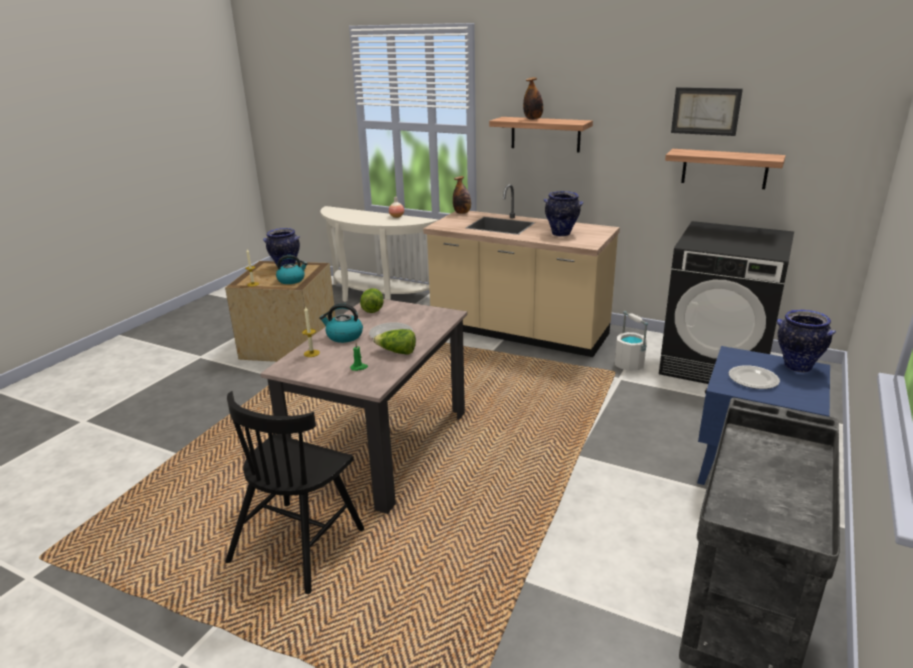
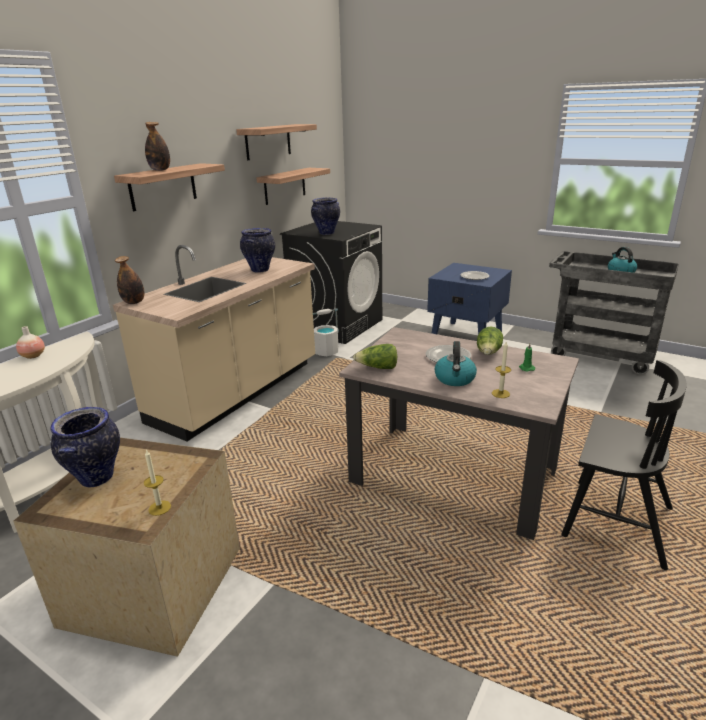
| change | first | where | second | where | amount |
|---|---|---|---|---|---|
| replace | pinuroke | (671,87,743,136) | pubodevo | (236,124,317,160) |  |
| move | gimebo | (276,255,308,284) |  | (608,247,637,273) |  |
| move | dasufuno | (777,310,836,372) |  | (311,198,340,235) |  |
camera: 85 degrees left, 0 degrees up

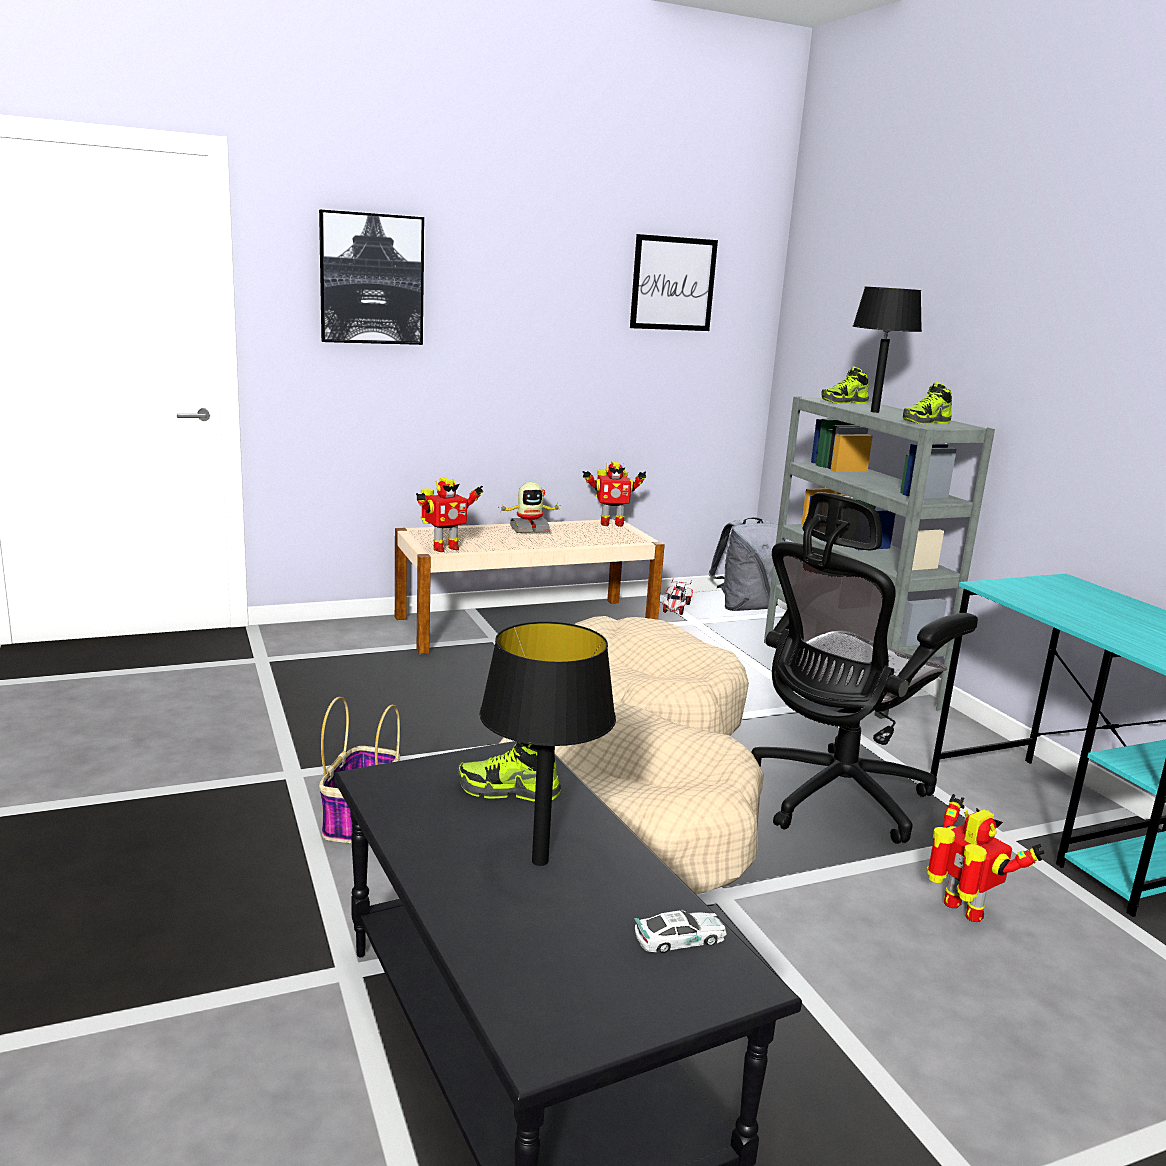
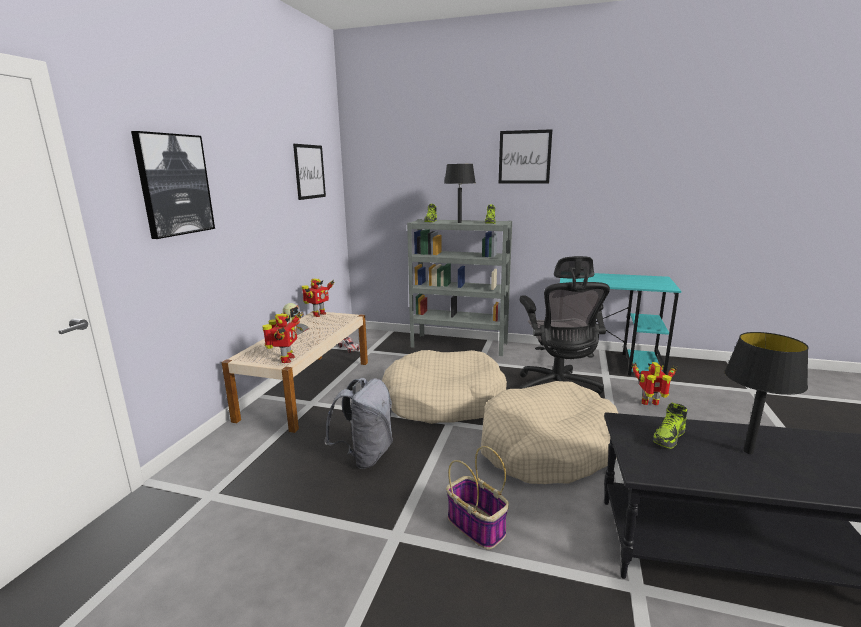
| change | first | where | second | where | amount |
|---|---|---|---|---|---|
| move | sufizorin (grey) | (708,517,785,611) |  | (324,378,393,469) |  |
| delete | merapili | (634,910,727,953) |  |  |  |
| insert |  |  | pinuroke | (499,129,552,184) |  |
camera: 50 degrees left, 0 degrees up

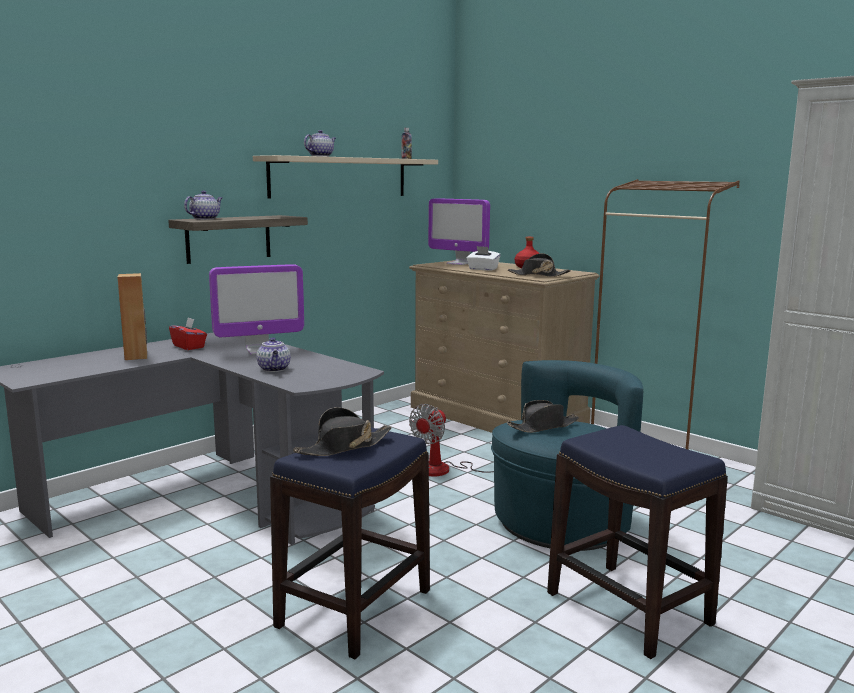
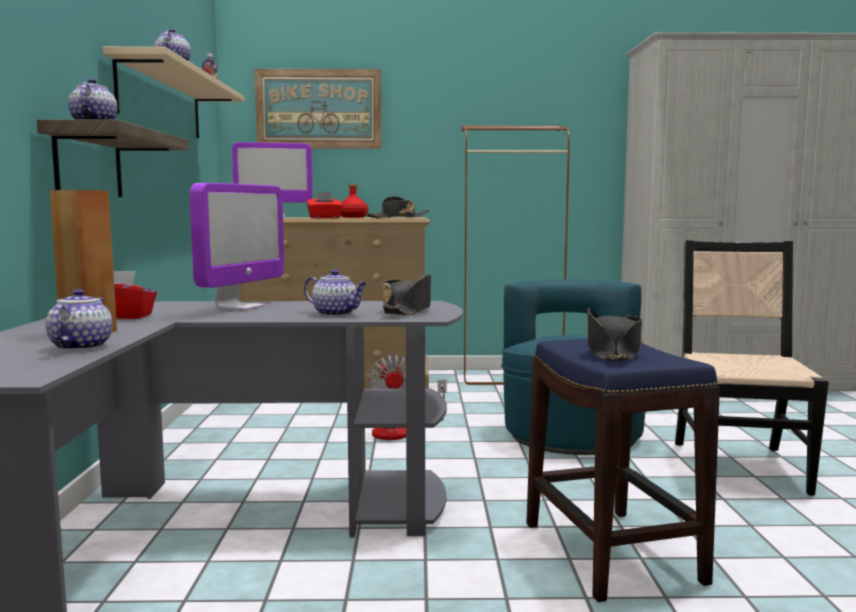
| change | first | where | second | where | amount |
|---|---|---|---|---|---|
| recolor | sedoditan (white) | (467,246,500,271) | sedoditan (red) | (307,192,343,219) |  |
| move | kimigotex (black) | (507,400,579,433) |  | (383,275,431,315) |  |
| replace | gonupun | (547,425,728,659) | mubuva | (675,240,829,496) |  |
| insert |  |  | pinuroke | (254,69,382,149) |  |
| insert |  |  | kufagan | (46,289,112,351) |  |
camera: 45 degrees left, 5 degrees down

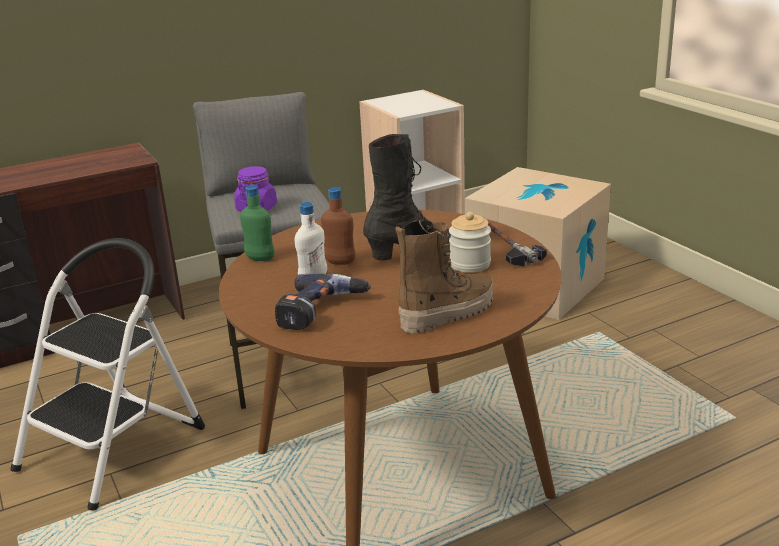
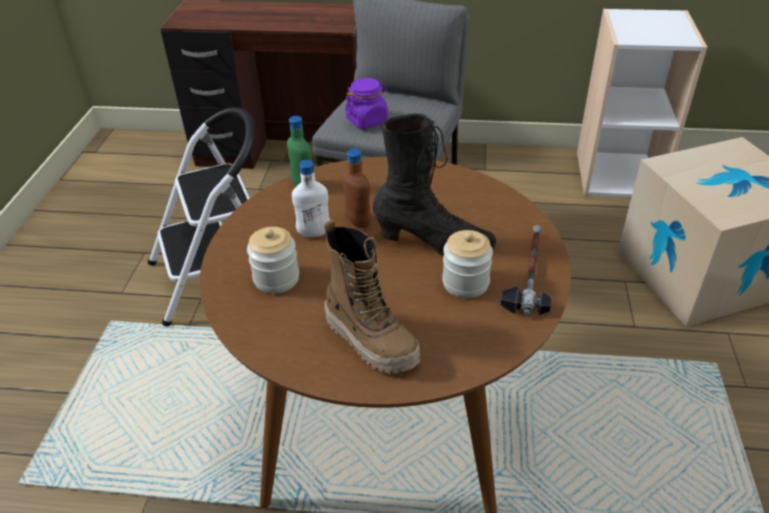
| change | first | where | second | where | amount |
|---|---|---|---|---|---|
| rotate | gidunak | (395,220,493,333) |  | (324,219,420,374) | 45 degrees clockwise |
| replace | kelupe | (275,274,371,330) | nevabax | (247,227,299,294) |  |
camera: 35 degrees right, 15 degrees up

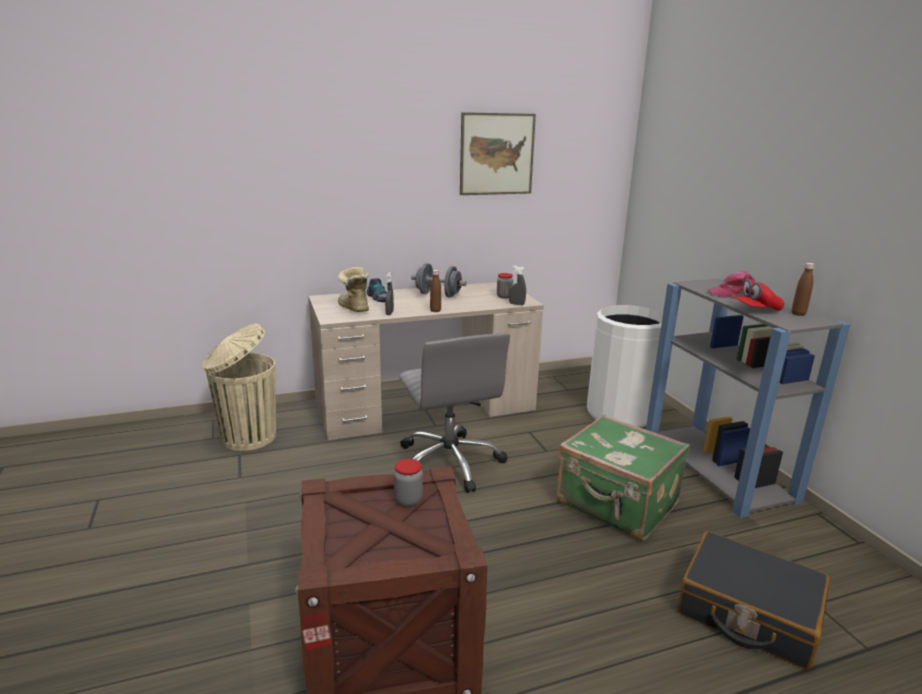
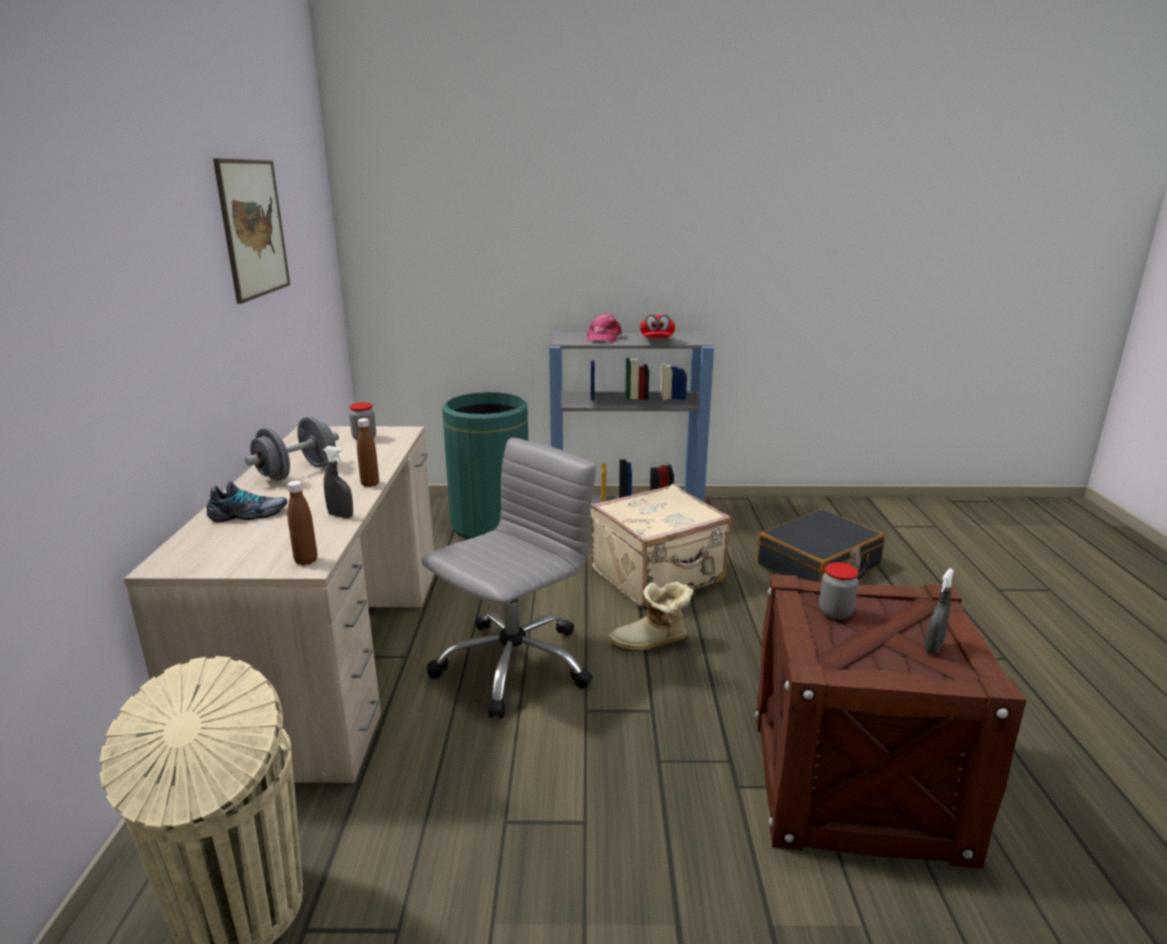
| change | first | where | second | where | amount |
|---|---|---|---|---|---|
| move | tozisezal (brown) | (792,263,815,316) |  | (287,481,317,565) |  |
| move | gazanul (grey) | (509,266,526,305) |  | (924,568,954,654) |  |
| move | gidunak | (338,267,369,312) |  | (609,581,694,651) |  |
| recolor | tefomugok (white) | (587,305,663,427) | tefomugok (green) | (442,392,528,539) |  |
| rotate | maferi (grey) | (399,333,510,493) |  | (421,438,596,718) | 45 degrees counterclockwise |
| recolor | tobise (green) | (557,414,690,541) | tobise (beige) | (591,484,731,606) |  |
camera: 70 degrees left, 0 degrees up

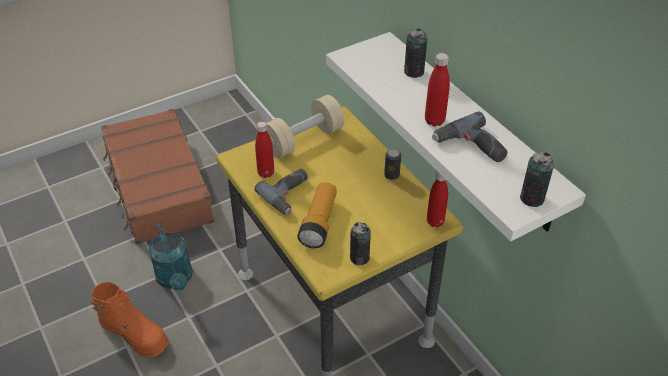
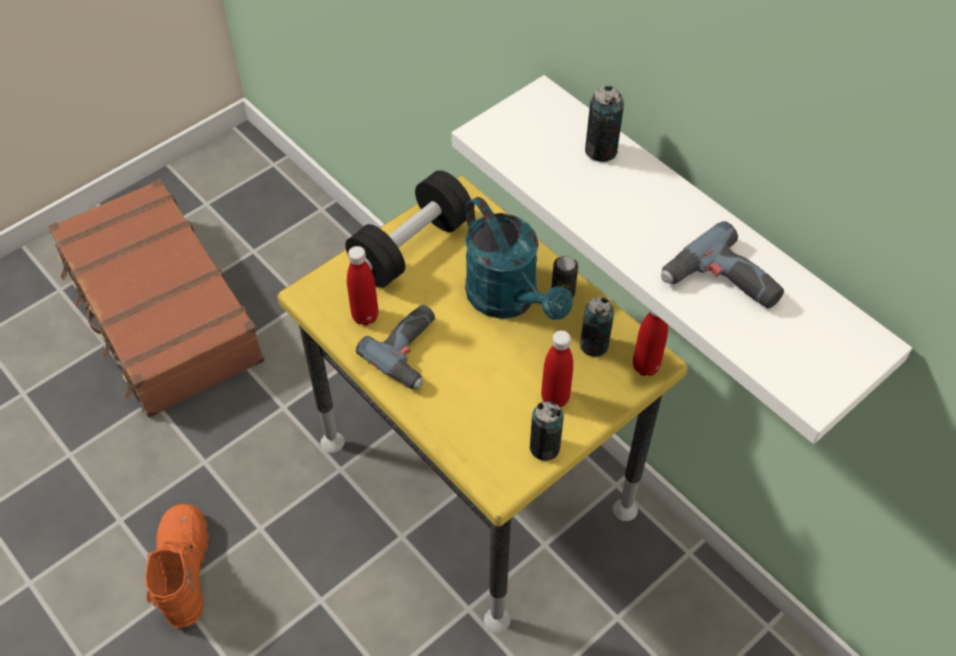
| change | first | where | second | where | amount |
|---|---|---|---|---|---|
| move | tozisezal (red) | (425,53,450,126) |  | (541,330,573,407) |  |
| recolor | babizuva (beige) | (267,95,345,158) | babizuva (black) | (345,170,471,288) |  |
| move | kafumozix | (520,152,554,207) |  | (580,297,614,357) |  |
| delete | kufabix | (297,182,336,248) |  |  |  |
| move | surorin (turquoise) | (148,223,193,291) |  | (465,197,573,320) |  |
| rotate | gidunak (orange) | (91,282,169,358) |  | (145,504,209,628) | 120 degrees counterclockwise |
camera: 10 degrees left, 10 degrees up

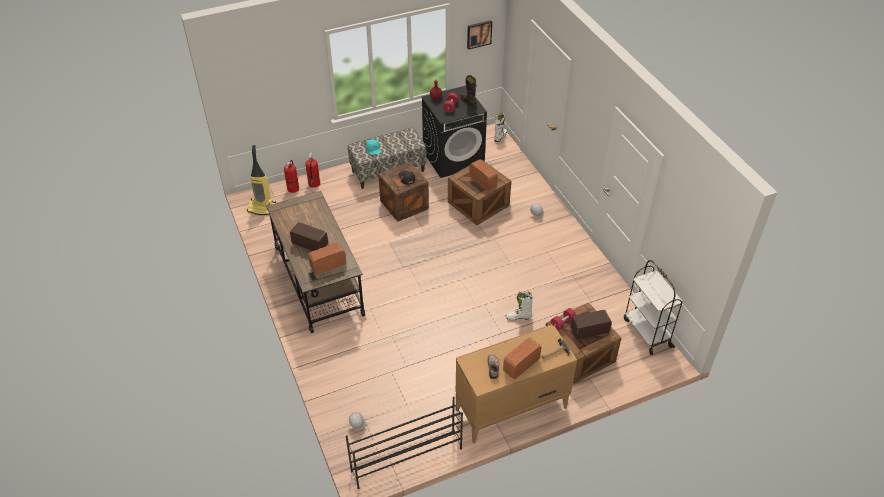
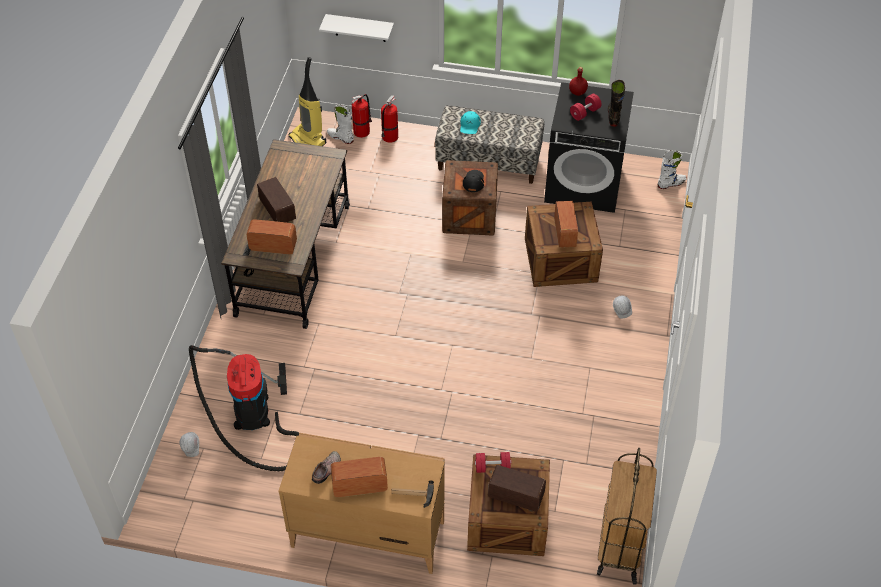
| change | first | where | second | where | amount |
|---|---|---|---|---|---|
| delete | pinuroke | (467,20,492,50) |  |  |  |
| recolor | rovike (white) | (624,260,683,355) | rovike (brown) | (597,448,657,584) |  |
| move | gidunak (white) | (506,291,533,321) |  | (327,104,354,144) |  |
| delete | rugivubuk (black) | (346,397,463,489) |  |  |  |
| insert |  |  | pubodevo (white) | (319,14,394,42) |  |
| insert |  |  | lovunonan | (189,345,299,471) |  |
camera: 35 degrees right, 5 degrees up

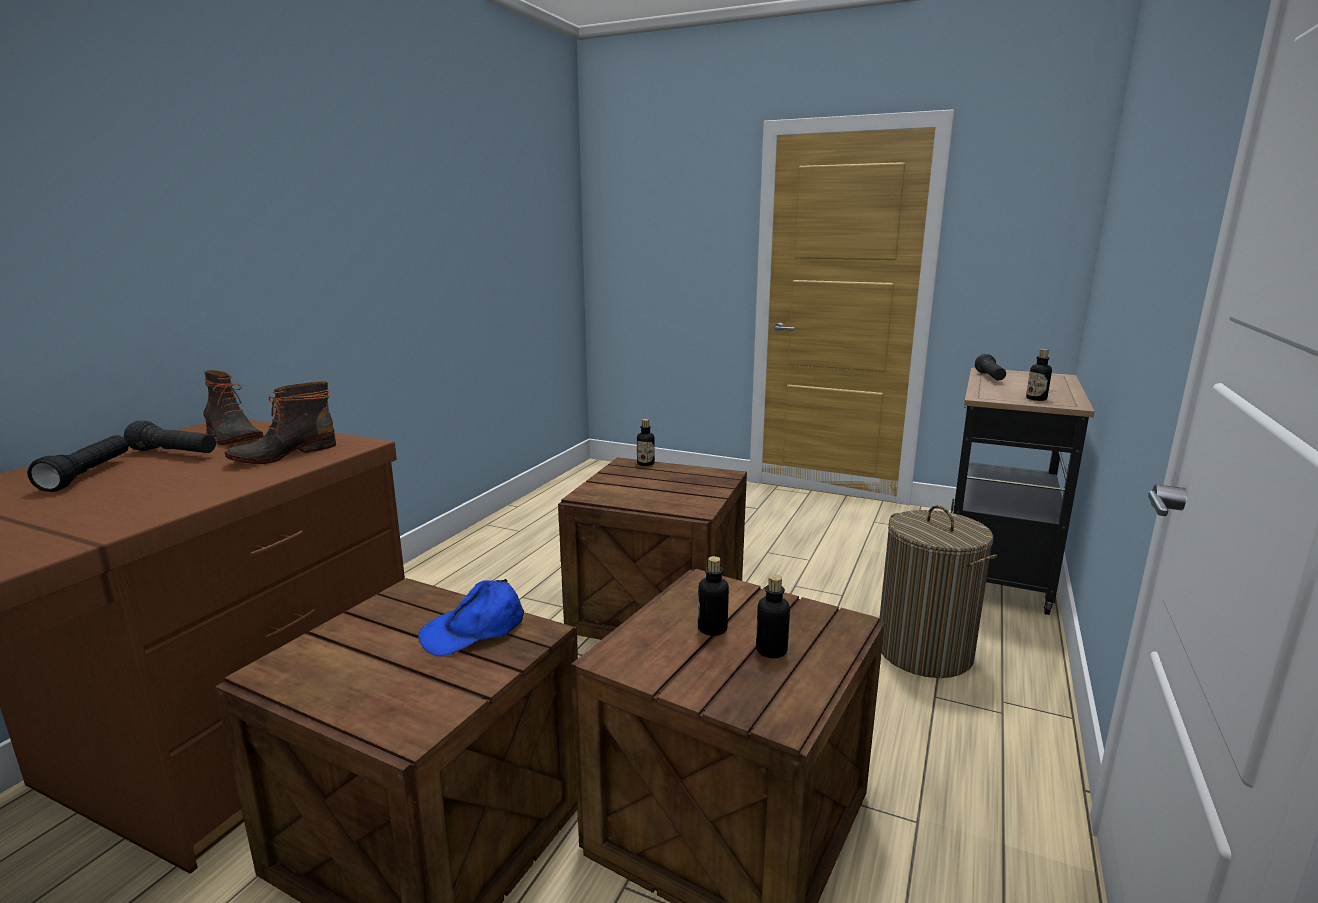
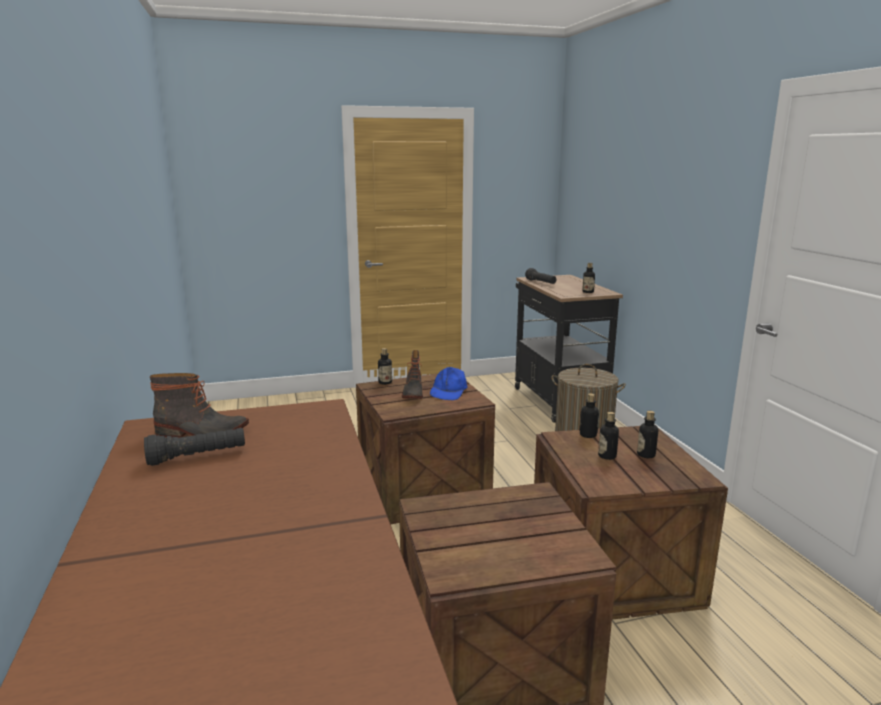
| change | first | where | second | where | amount |
|---|---|---|---|---|---|
| move | gidunak | (225,381,336,464) |  | (402,350,423,399) |  |
| delete | kufabix (black) | (27,435,129,492) |  |  |  |
| move | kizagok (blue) | (418,579,524,657) |  | (430,367,468,400) |  |
| insert |  |  | tozisezal | (580,393,599,438) |  |
camera: 40 degrees left, 0 degrees up

